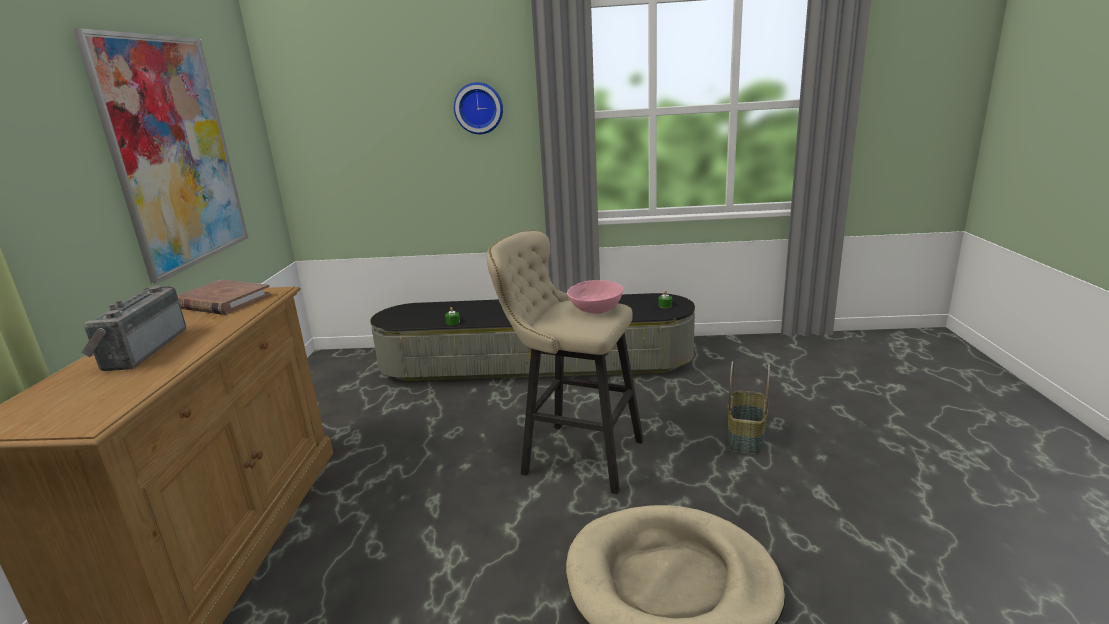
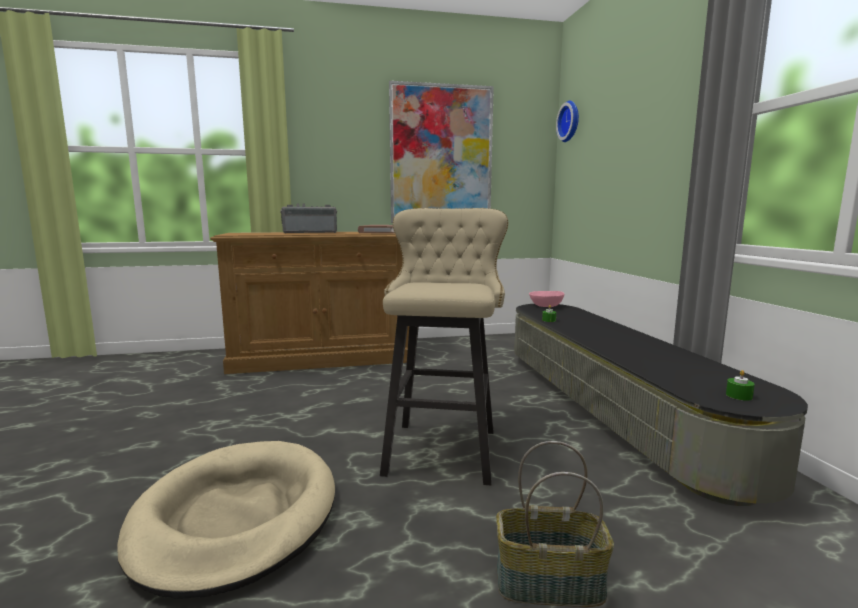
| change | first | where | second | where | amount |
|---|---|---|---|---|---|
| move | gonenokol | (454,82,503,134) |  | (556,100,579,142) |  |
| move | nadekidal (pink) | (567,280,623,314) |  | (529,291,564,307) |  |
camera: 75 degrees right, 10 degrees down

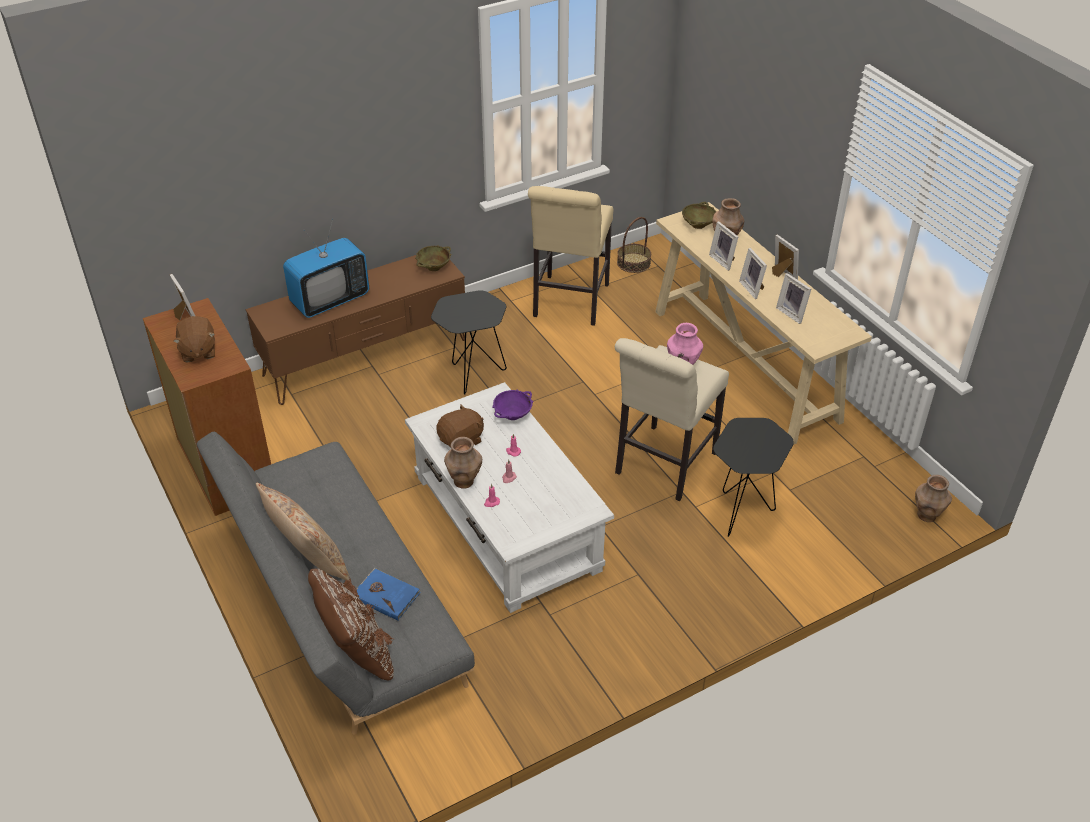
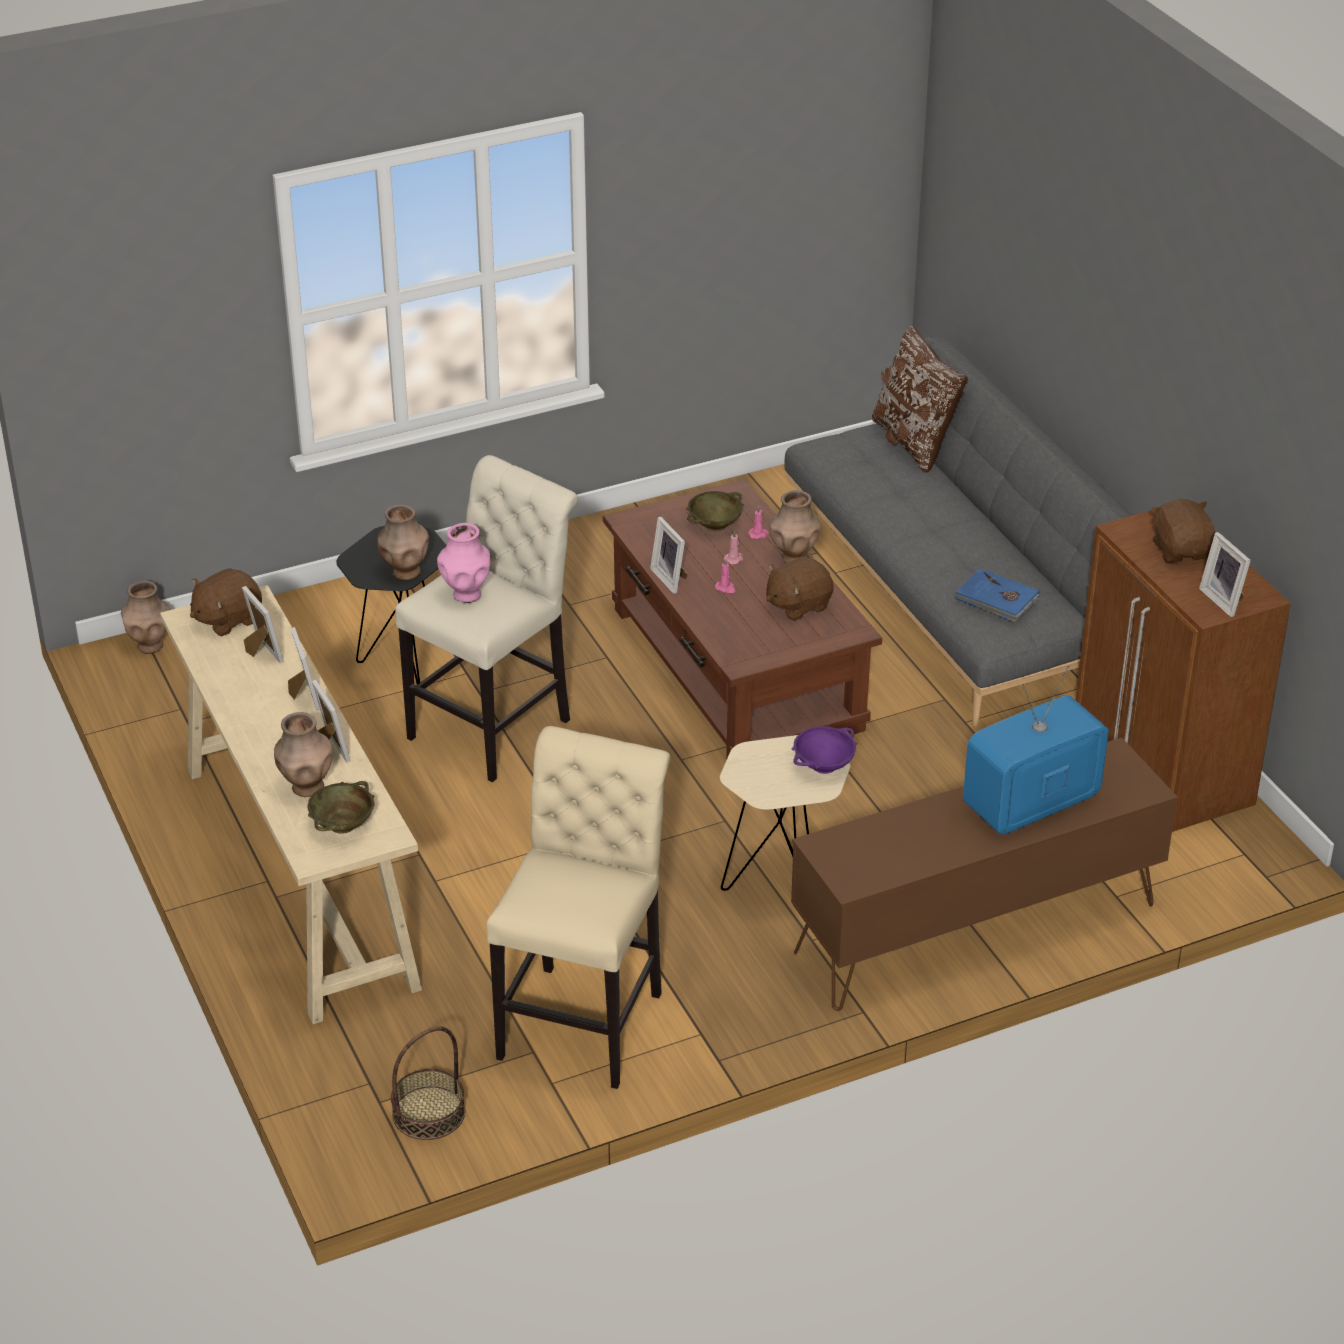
| change | first | where | second | where | amount |
|---|---|---|---|---|---|
| move | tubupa | (772,235,799,280) |  | (650,517,687,594) |  |
| move | nadekidal (beige) | (415,245,452,271) |  | (686,491,744,531) |  |
| recolor | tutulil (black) | (431,291,507,394) | tutulil (beige) | (720,735,851,891) |  |
| recolor | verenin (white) | (405,382,614,613) | verenin (brown) | (603,479,882,760) |  |
| move | nadekidal (purple) | (492,390,534,420) |  | (791,726,857,774) |  |
| delete | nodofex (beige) | (256,483,351,582) |  |  |  |
| move | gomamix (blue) | (357,568,421,621) |  | (954,568,1040,622) |  |
| insert |  |  | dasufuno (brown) | (377,504,429,580) |  |
| insert |  |  | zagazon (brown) | (190,568,262,636) |  |
camera: 175 degrees left, 5 degrees down

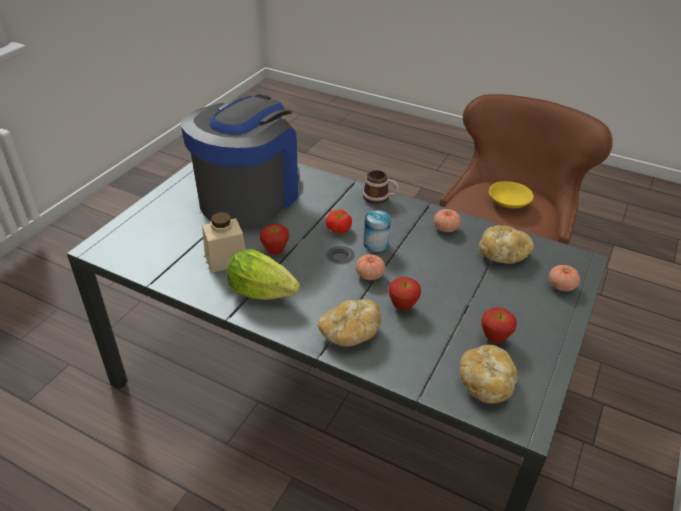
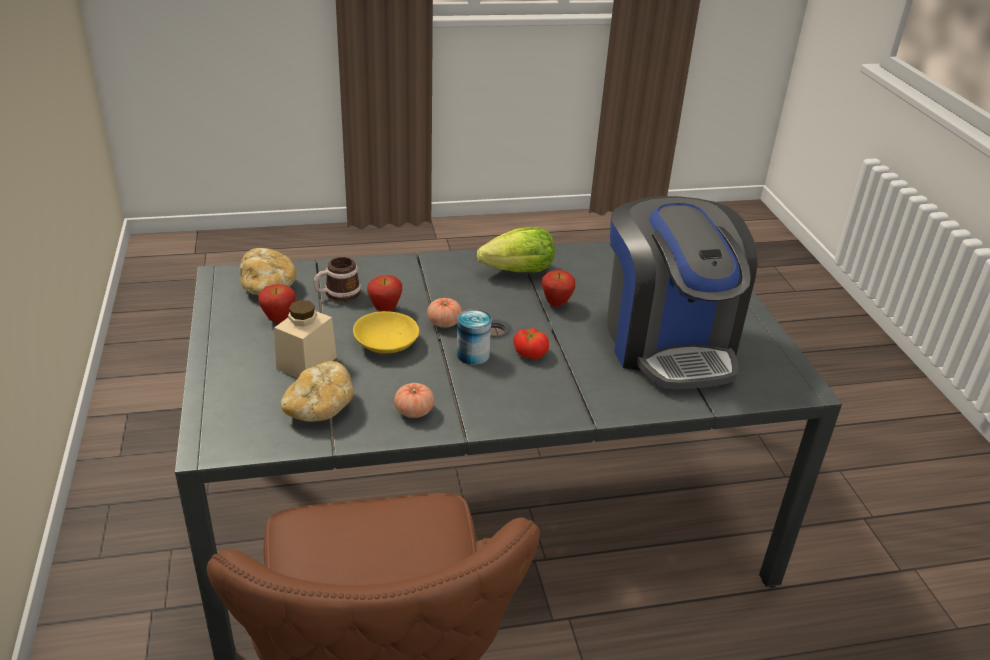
| change | first | where | second | where | amount |
|---|---|---|---|---|---|
| move | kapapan | (363,170,399,204) |  | (314,257,361,302) |  |
| move | nadekidal (yellow) | (489,181,534,208) |  | (353,311,419,354) |  |
| move | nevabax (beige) | (202,212,245,273) |  | (274,300,337,378) |  |
| delete | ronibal | (549,265,580,291) |  |  |  |
| delete | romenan | (318,299,381,346) |  |  |  |
camera: 140 degrees right, 5 degrees down

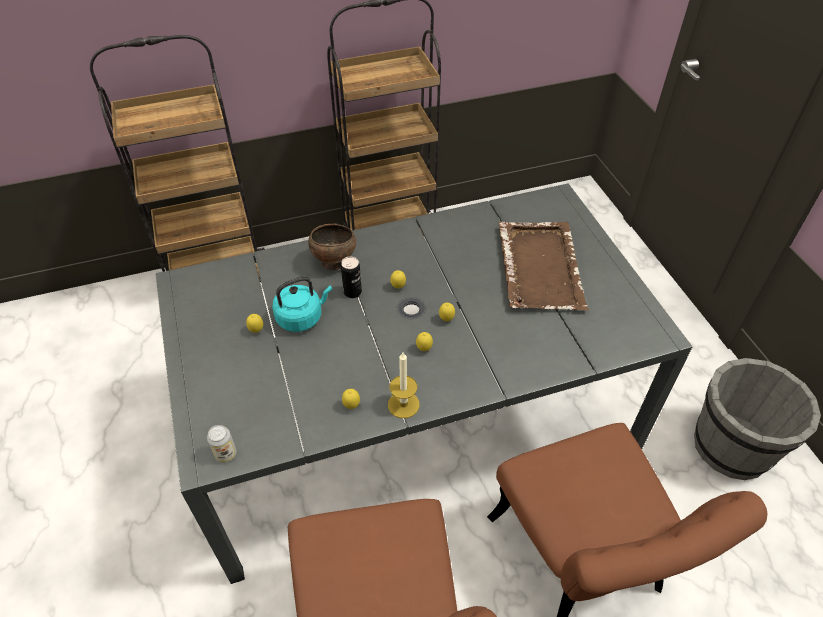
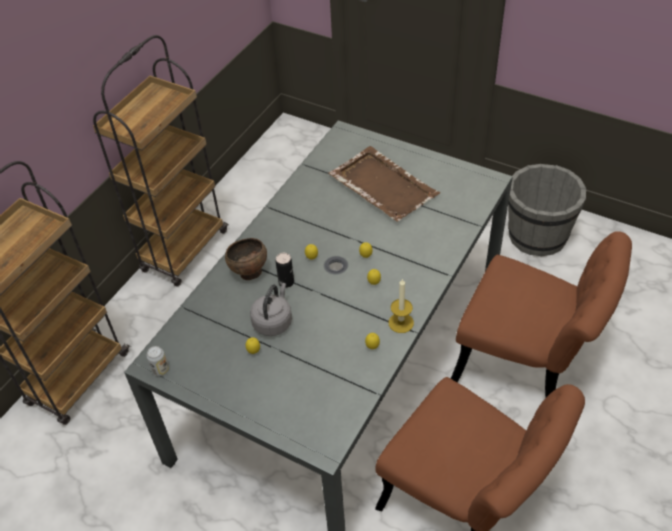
| change | first | where | second | where | amount |
|---|---|---|---|---|---|
| recolor | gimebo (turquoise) | (272,277,332,332) | gimebo (grey) | (250,283,292,336) |  |
| move | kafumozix | (207,425,236,463) |  | (147,346,169,376) |  |
camera: 40 degrees left, 0 degrees up

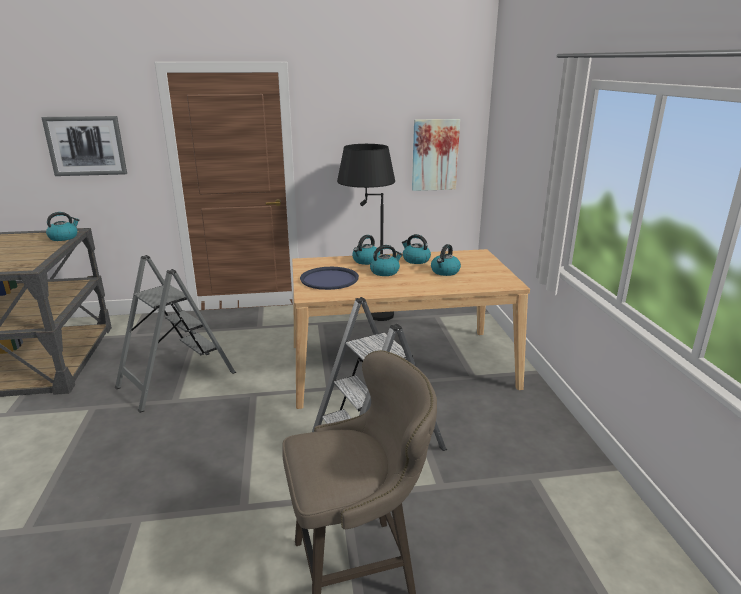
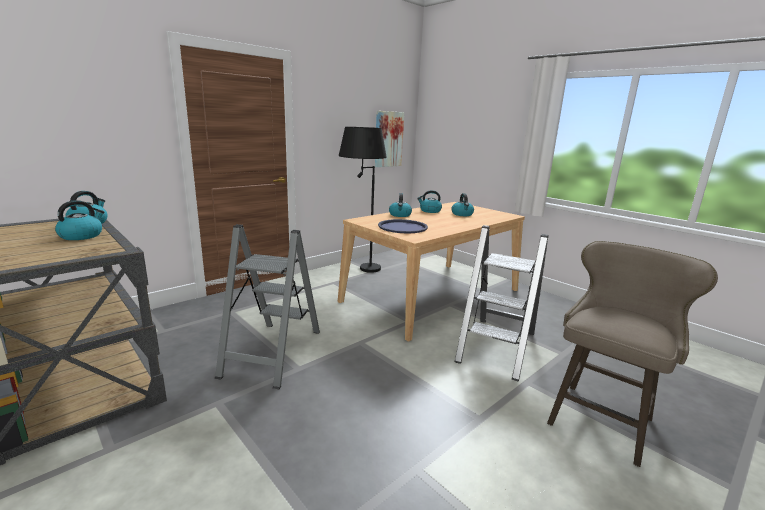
| change | first | where | second | where | amount |
|---|---|---|---|---|---|
| delete | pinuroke | (41,116,127,176) |  |  |  |
| move | gimebo | (370,245,403,276) |  | (55,200,104,240) |  |
camera: 35 degrees left, 5 degrees down

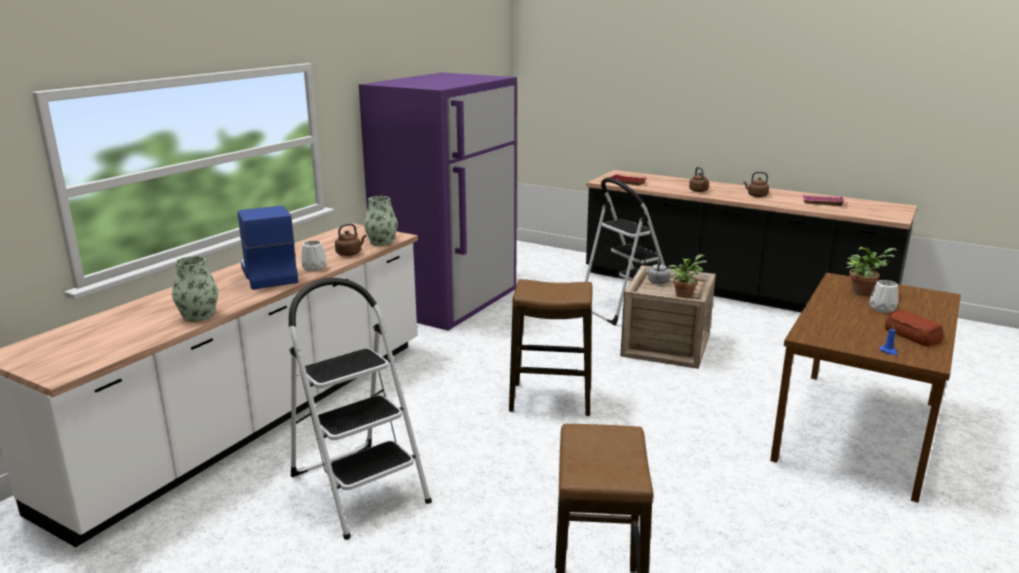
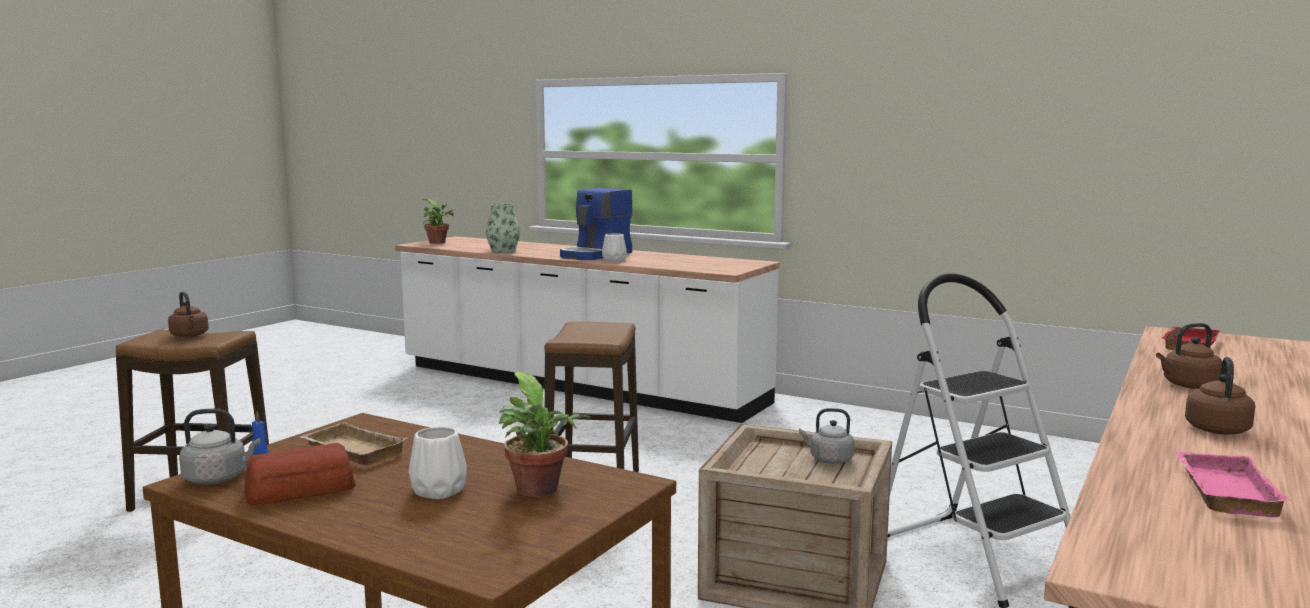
| change | first | where | second | where | amount |
|---|---|---|---|---|---|
| delete | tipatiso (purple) | (359,72,517,331) |  |  |  |
| delete | dasufuno | (364,196,398,246) |  |  |  |
| rotate | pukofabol | (238,206,298,290) |  | (560,188,632,260) | 150 degrees clockwise |
| move | gimebo (brown) | (335,224,367,256) |  | (168,291,209,337) |  |
| move | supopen | (668,254,707,299) |  | (422,199,454,244) |  |
| delete | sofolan | (289,278,432,540) |  |  |  |
| insert |  |  | gimebo (grey) | (179,409,260,484) |  |
| insert |  |  | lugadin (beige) | (300,422,407,465) |  |
camera: 90 degrees right, 10 degrees down

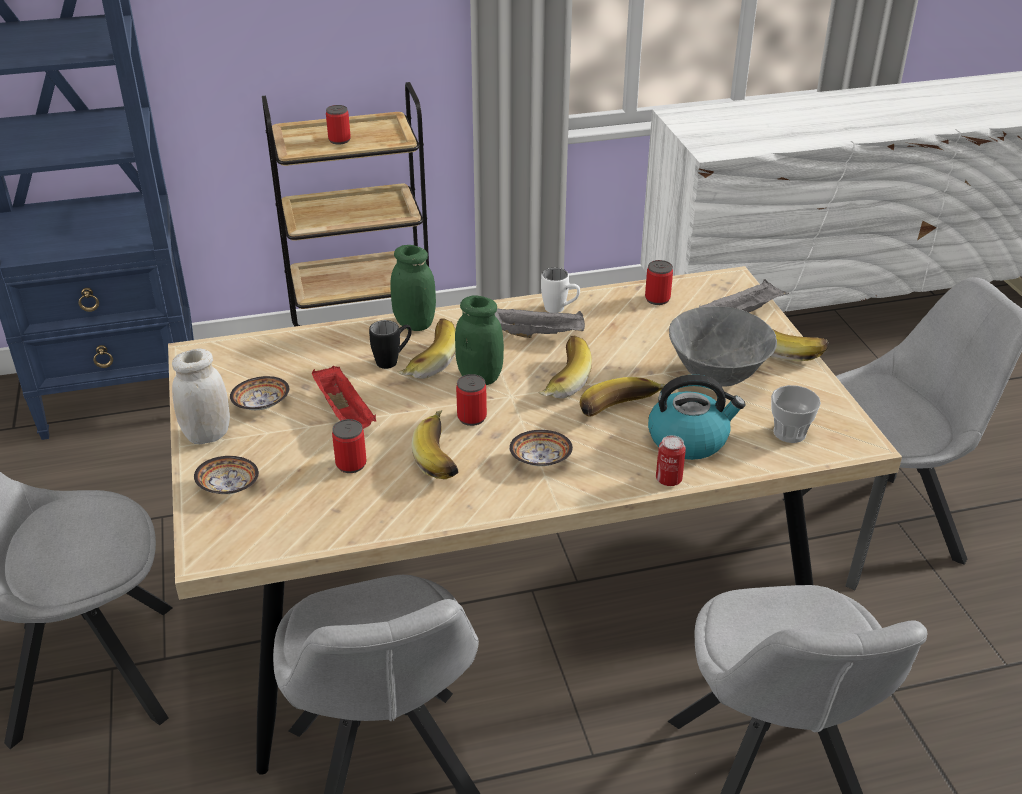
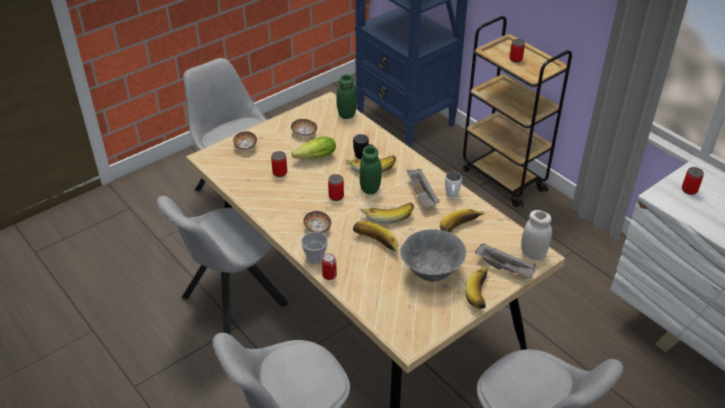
| change | first | where | second | where | amount |
|---|---|---|---|---|---|
| move | nevabax (green) | (390,245,436,331) |  | (337,74,357,119) |  |
| move | kafumozix | (645,260,673,305) |  | (682,167,704,195) |  |
| move | nevabax (white) | (172,348,230,444) |  | (521,210,552,260) |  |
| replace | lugadin (red) | (312,366,376,429) | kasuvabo | (292,136,336,159) |  |
| delete | gimebo | (648,375,745,460) |  |  |  |
| move | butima | (771,385,821,443) |  | (301,232,328,264) |  |
| move | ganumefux | (412,410,459,479) |  | (440,209,485,232) |  |
camera: 65 degrees right, 5 degrees up

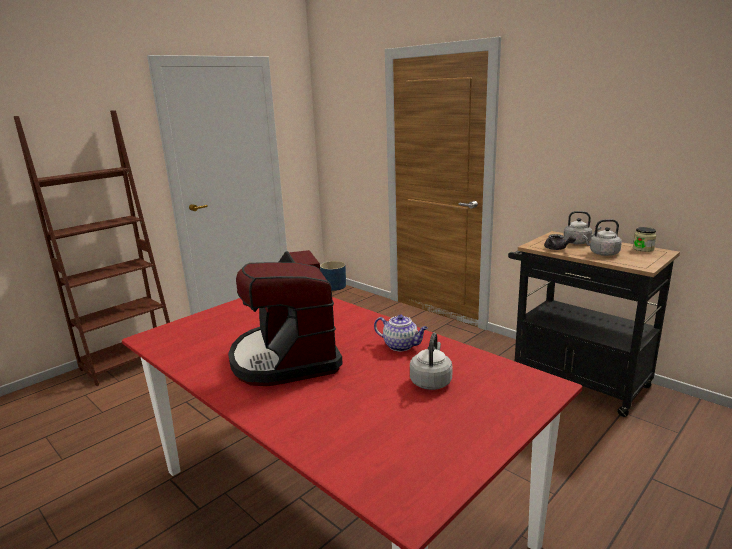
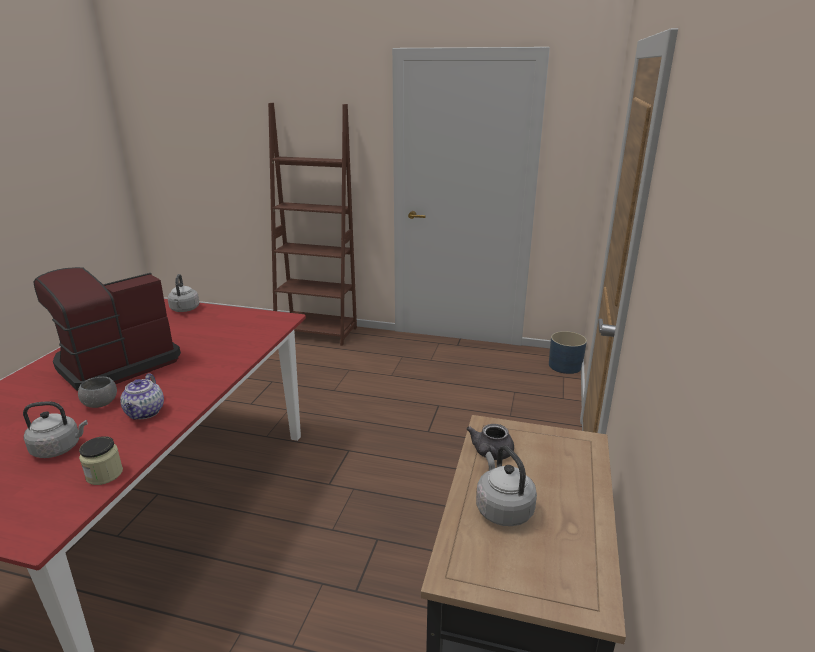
| change | first | where | second | where | amount |
|---|---|---|---|---|---|
| move | gimebo (grey) | (563,211,601,244) |  | (168,274,199,312) |  |
| move | nevabax | (633,227,656,252) |  | (79,436,123,485) |  |
| insert |  |  | nadekidal (grey) | (78,377,117,408) |  |
camera: 60 degrees right, 5 degrees up

